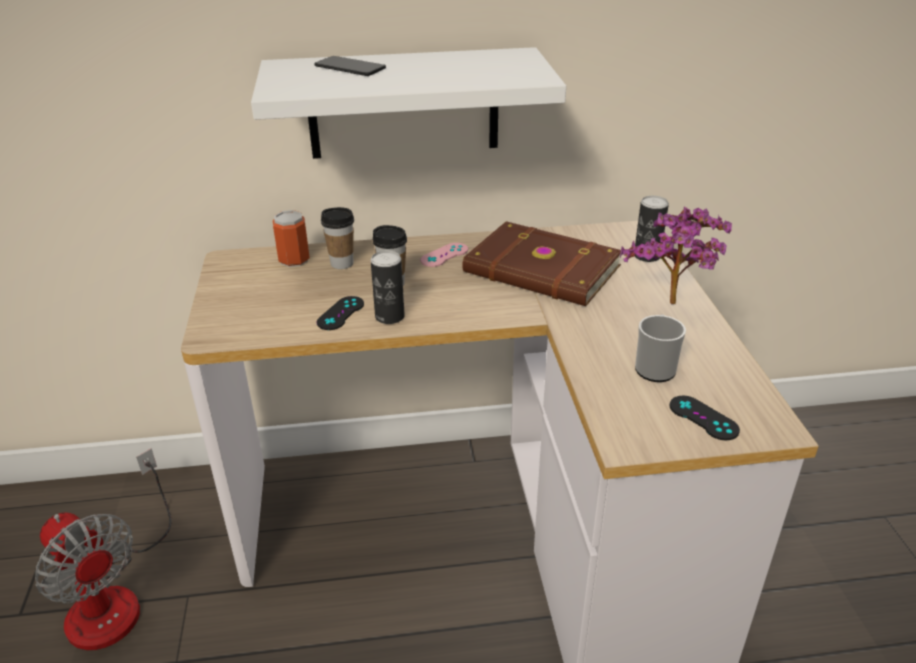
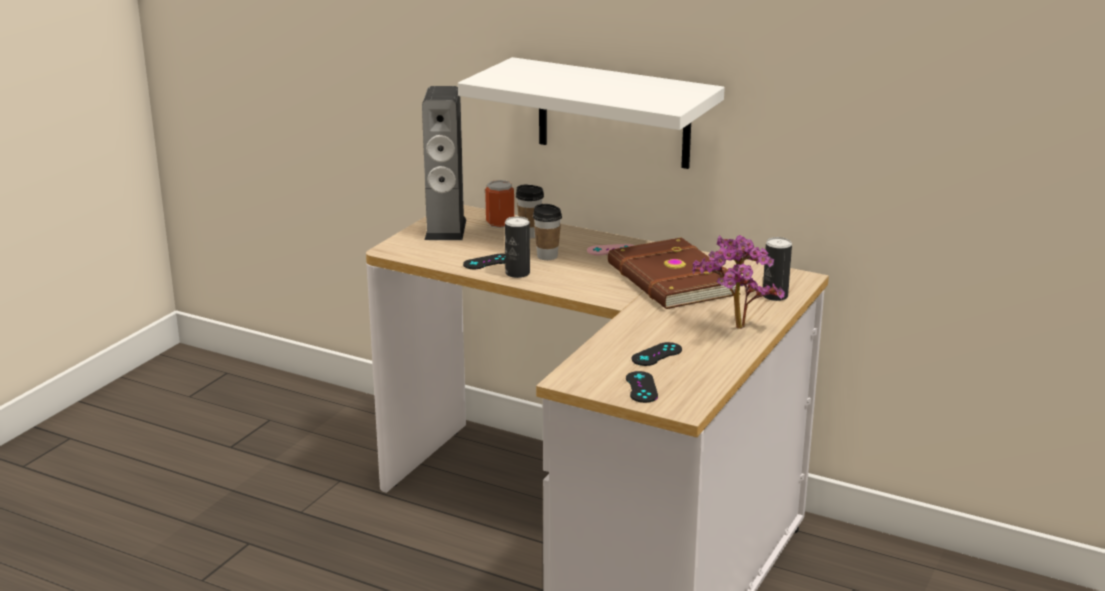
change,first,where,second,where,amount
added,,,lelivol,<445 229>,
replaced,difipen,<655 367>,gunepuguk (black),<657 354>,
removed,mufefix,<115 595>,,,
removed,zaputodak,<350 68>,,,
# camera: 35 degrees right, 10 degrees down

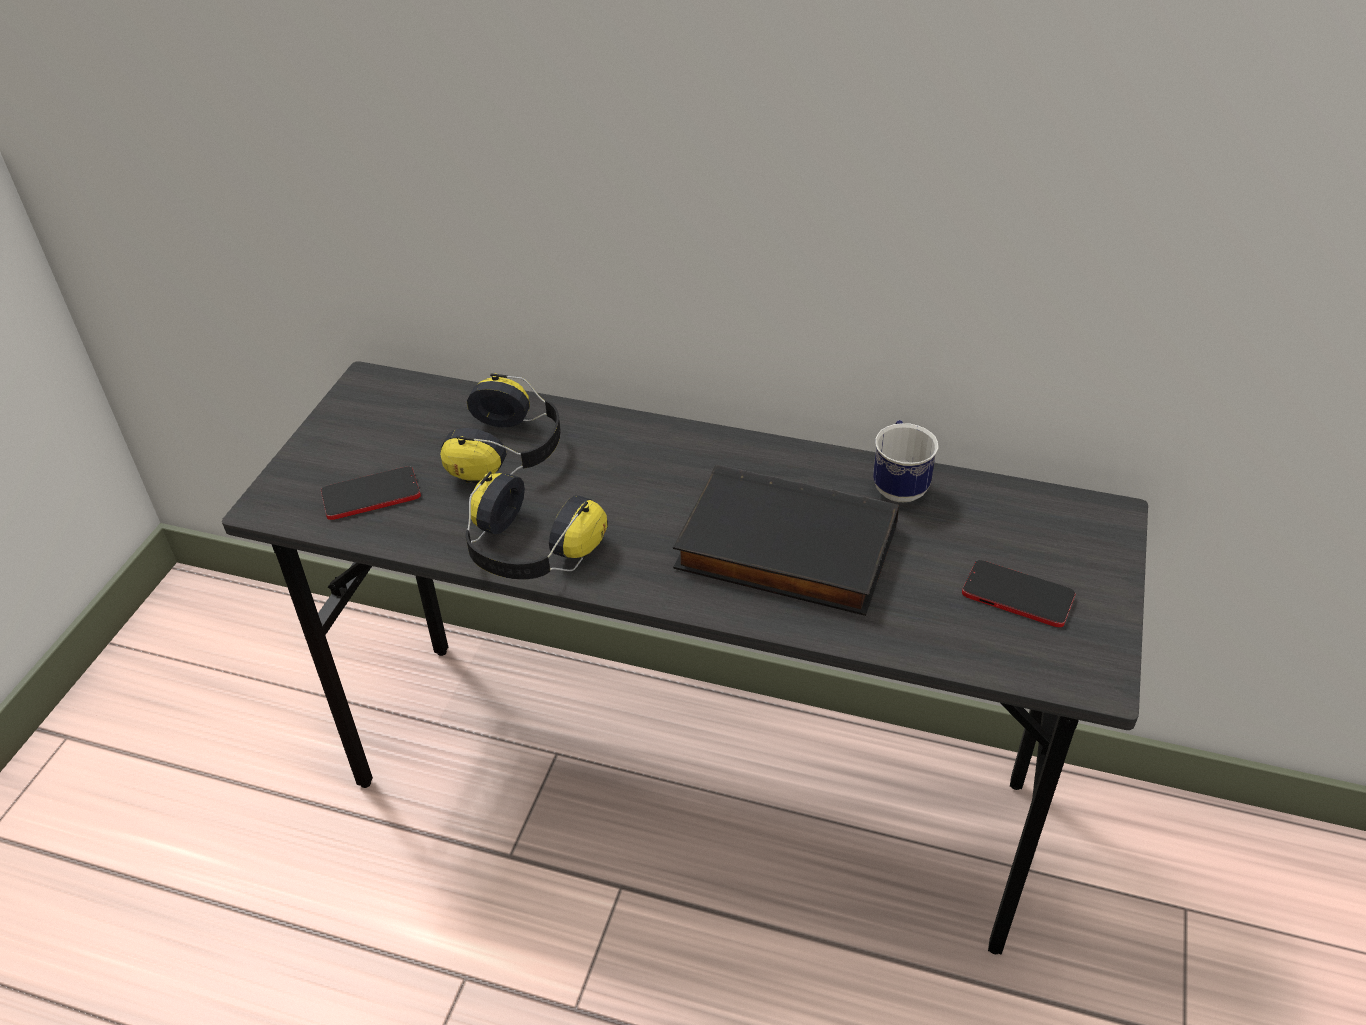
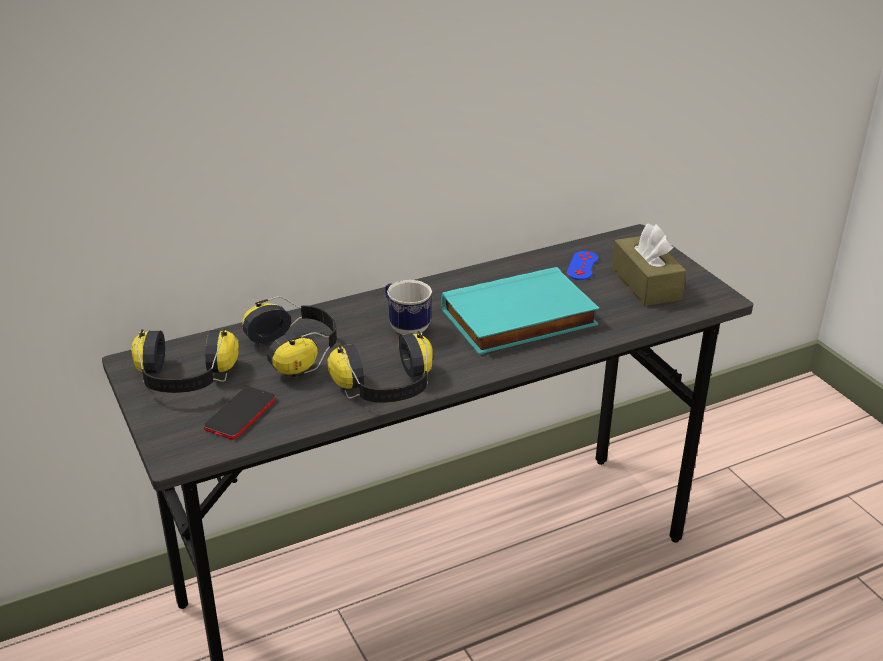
change,first,where,second,where,amount
added,,,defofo,<184 380>,
moved,difipen,<898 484>,,<405 327>,
recoloured,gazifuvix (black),<783 551>,gazifuvix (turquoise),<519 320>,
added,,,gunepuguk (blue),<582 266>,
replaced,zaputodak,<1017 595>,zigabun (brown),<646 284>,
# camera: 45 degrees left, 10 degrees down

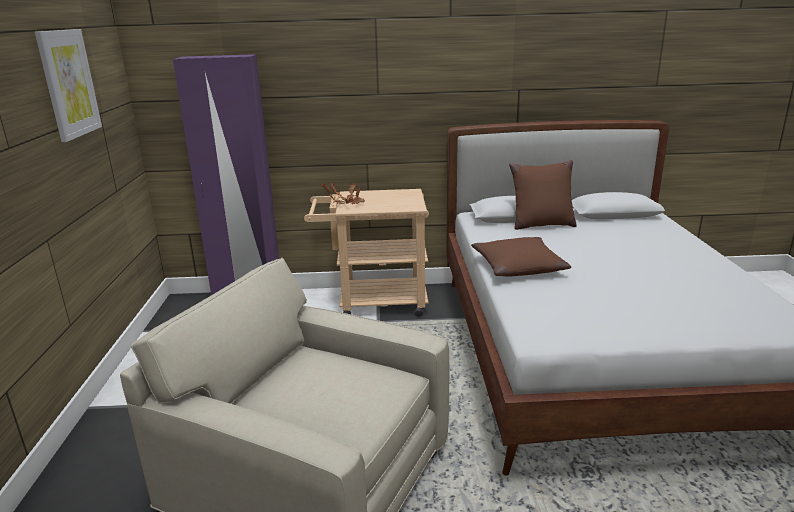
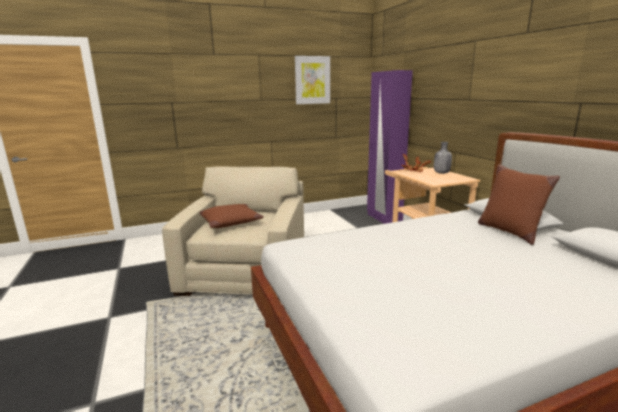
change,first,where,second,where,amount
moved,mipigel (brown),<518 266>,,<230 222>,
added,,,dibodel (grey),<441 173>,
# camera: 70 degrees right, 5 degrees down

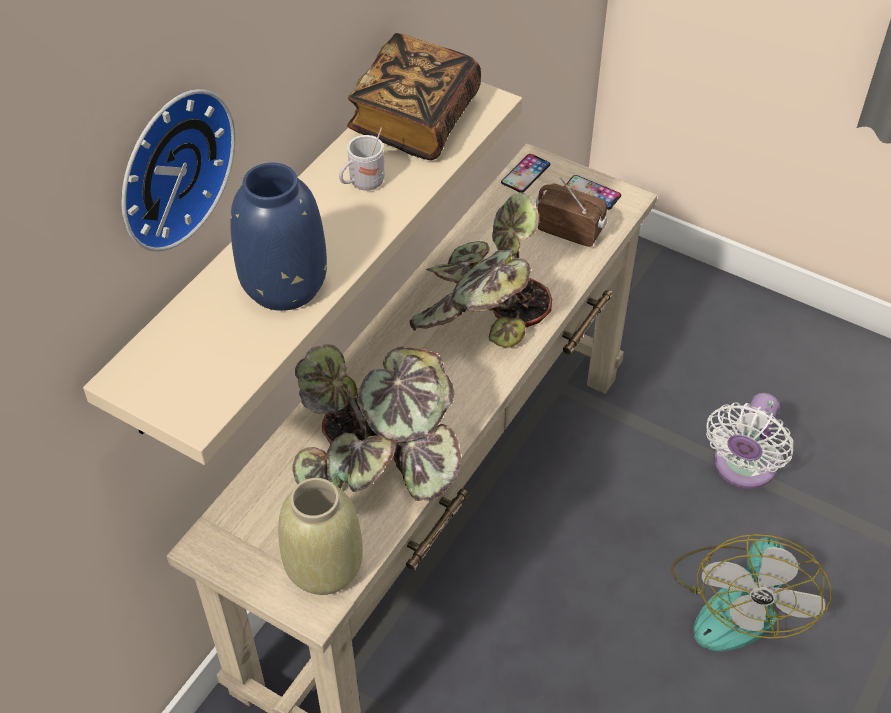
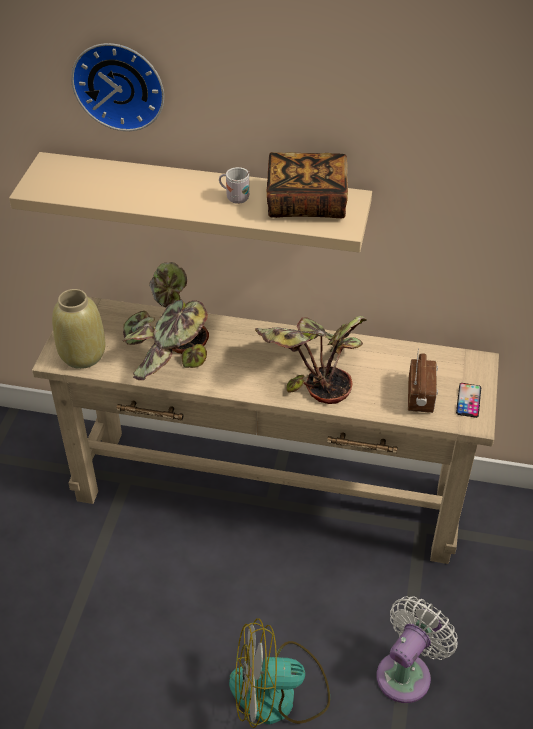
change,first,where,second,where,amount
turned,mufefix (white),<742 468>,,<407 672>,120 degrees clockwise
removed,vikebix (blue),<284 284>,,,
removed,zaputodak,<525 173>,,,
# camera: 70 degrees right, 5 degrees down

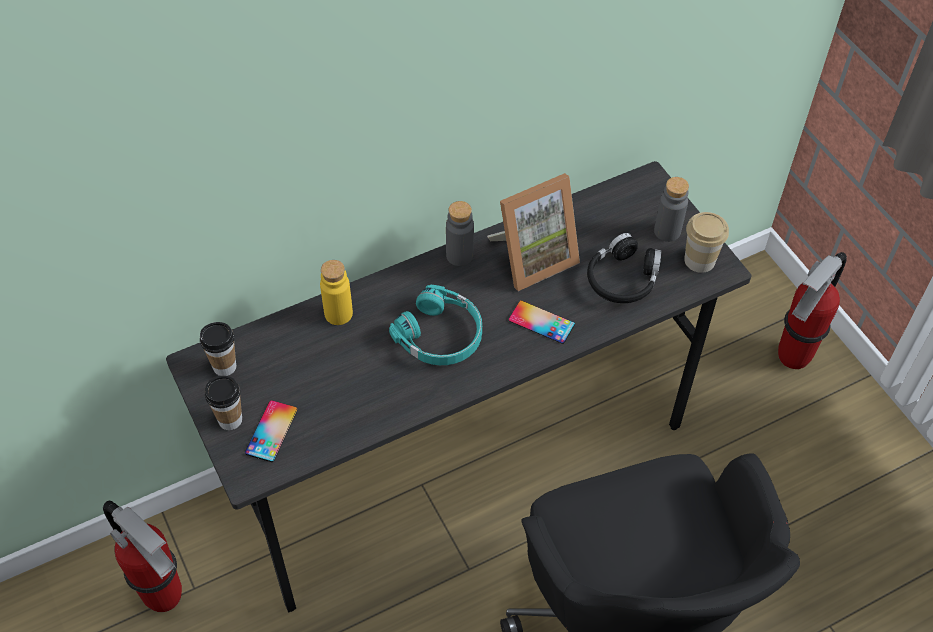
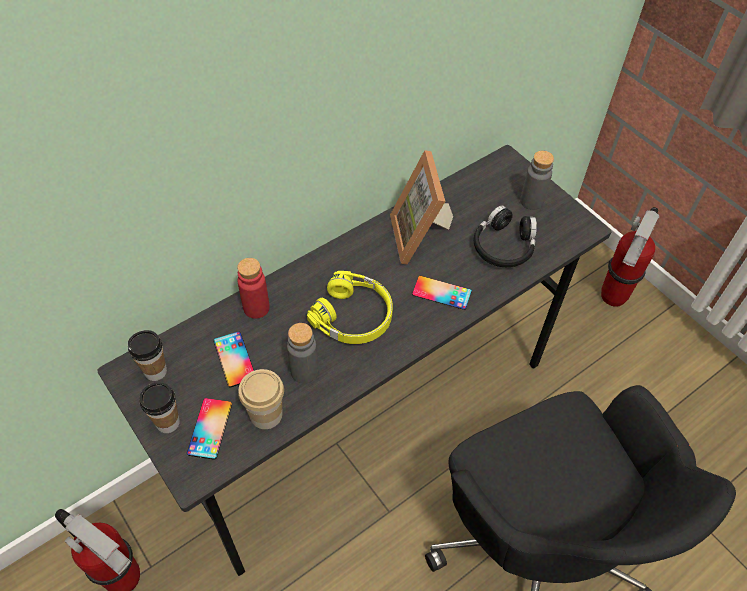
change,first,where,second,where,amount
added,,,zaputodak,<234 359>,
recoloured,dibodel (yellow),<338 314>,dibodel (red),<256 308>,
moved,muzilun,<699 260>,,<266 414>,
moved,dibodel (grey),<459 255>,,<304 371>,
recoloured,defofo (turquoise),<441 335>,defofo (yellow),<354 316>,
turned,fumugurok,<532 257>,,<421 237>,120 degrees clockwise
# camera: 10 degrees left, 0 degrees up

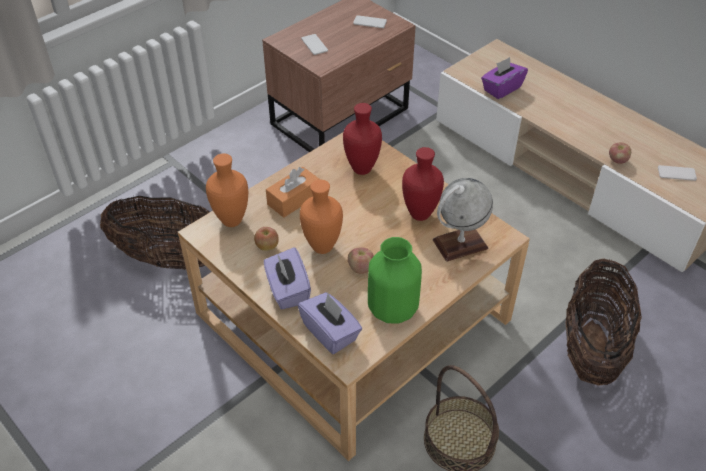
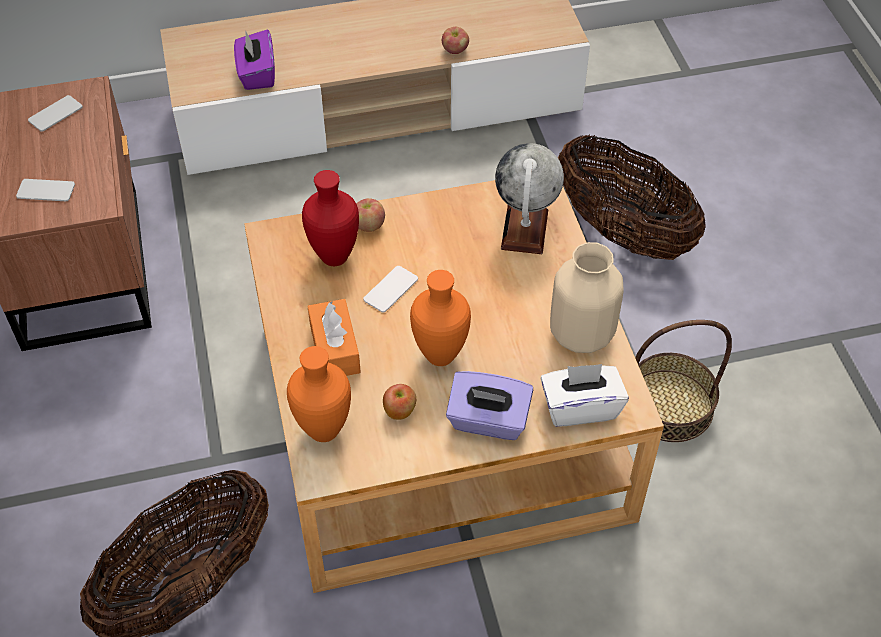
change,first,where,second,where,amount
moved,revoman,<360 268>,,<368 225>,
moved,zaputodak,<676 173>,,<391 289>,
recoloured,zigabun (purple),<330 333>,zigabun (white),<580 407>,
recoloured,vikebix (green),<392 309>,vikebix (beige),<580 335>,
removed,vikebix (red),<421 215>,,,
# camera: 60 degrees left, 5 degrees up

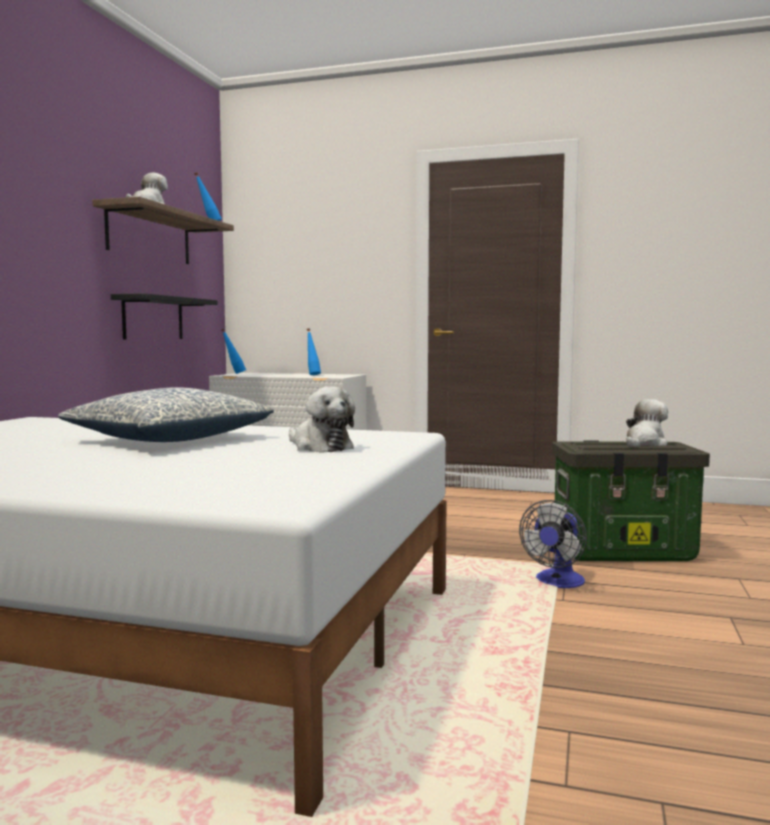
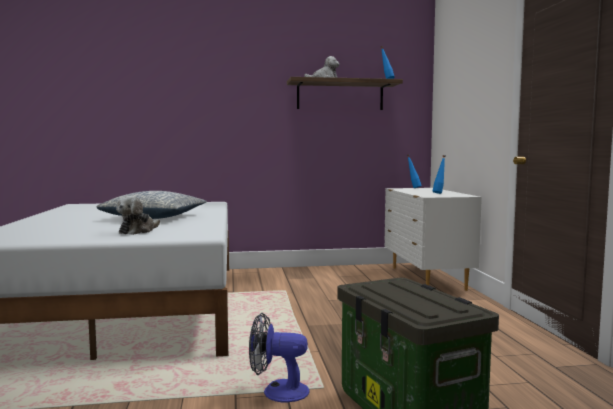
change,first,where,second,where,amount
removed,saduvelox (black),<153 318>,,,
removed,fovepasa,<644 444>,,,
# camera: 65 degrees right, 0 degrees up

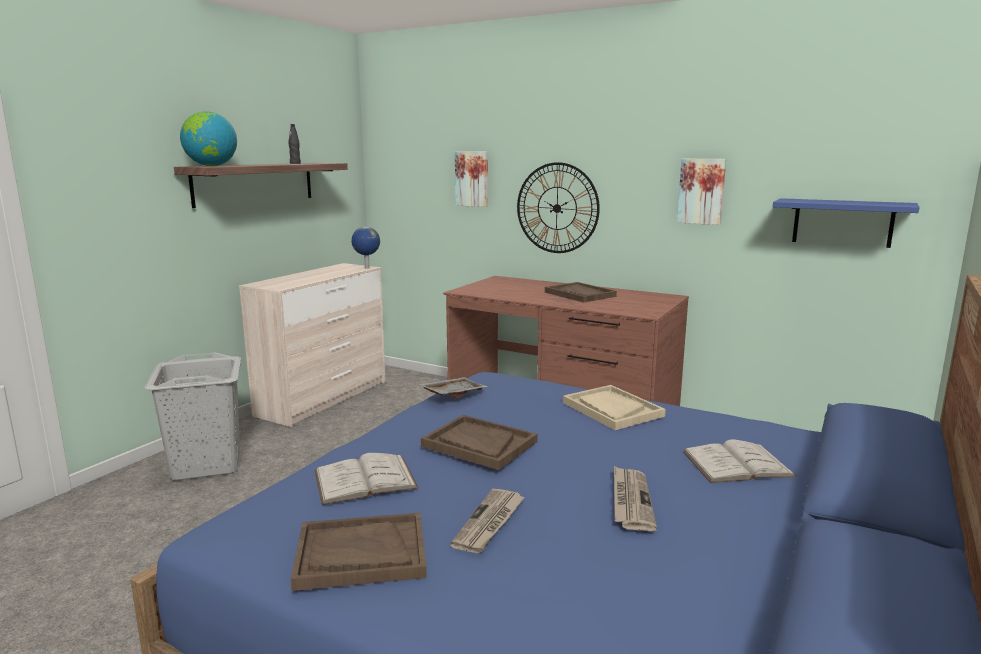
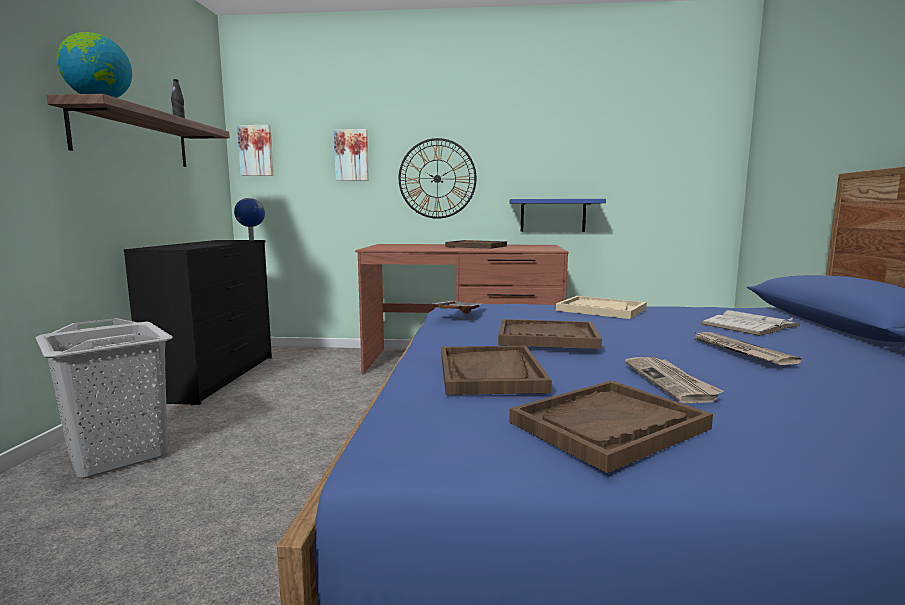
change,first,where,second,where,amount
recoloured,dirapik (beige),<324 399>,dirapik (black),<216 378>,
moved,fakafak,<701 191>,,<256 151>,
replaced,gazifuvix (white),<365 479>,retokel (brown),<490 373>,
moved,saduvelox (blue),<842 222>,,<553 215>,
# camera: 25 degrees left, 5 degrees down

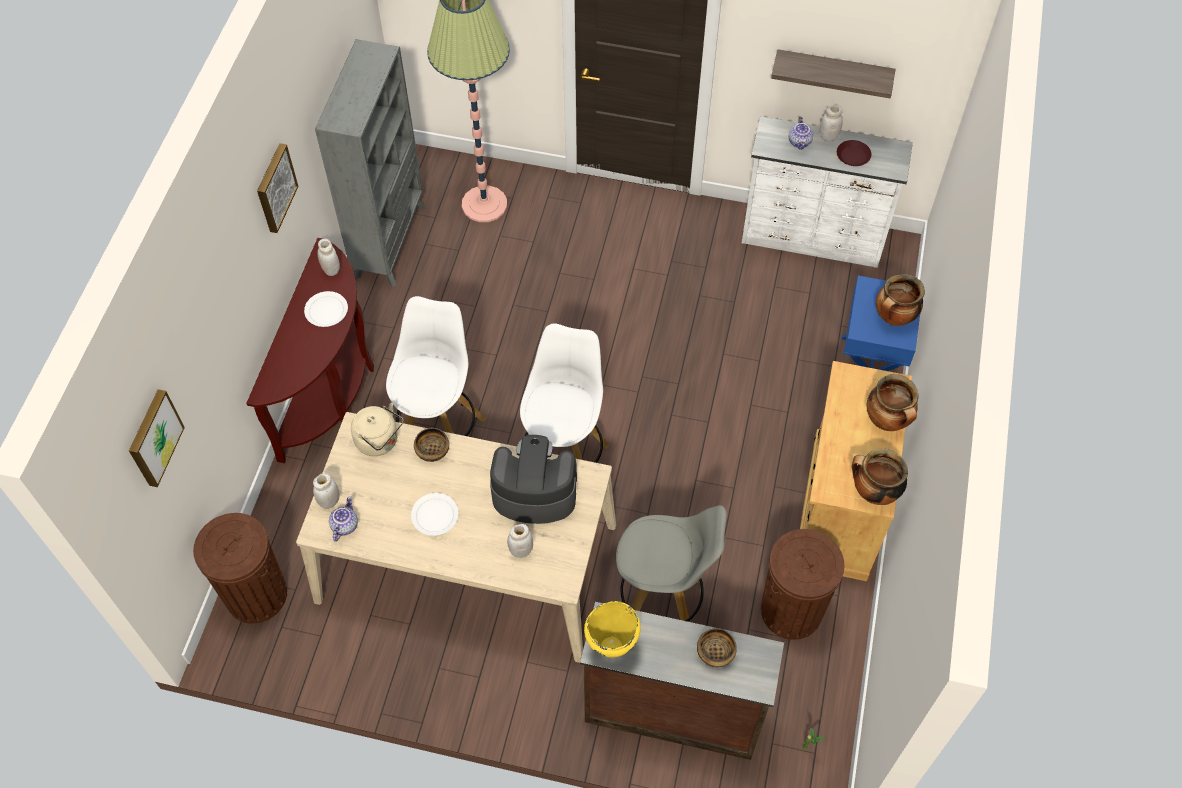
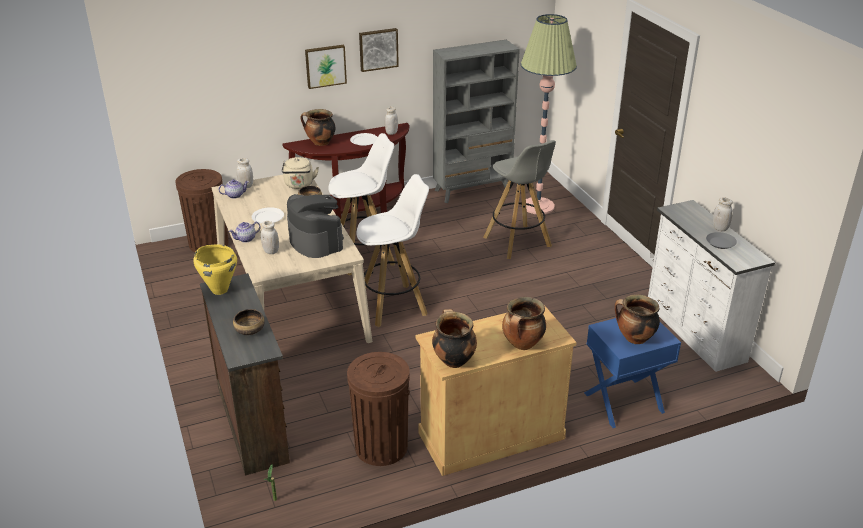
change,first,where,second,where,amount
moved,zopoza,<800 142>,,<246 239>,
added,,,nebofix,<320 143>,
moved,fakafak,<153 437>,,<325 66>,
moved,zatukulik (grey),<662 609>,,<518 242>,
recoloured,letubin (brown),<853 155>,letubin (grey),<720 243>,
removed,saduvelox,<833 73>,,,
# camera: 55 degrees right, 25 degrees down

